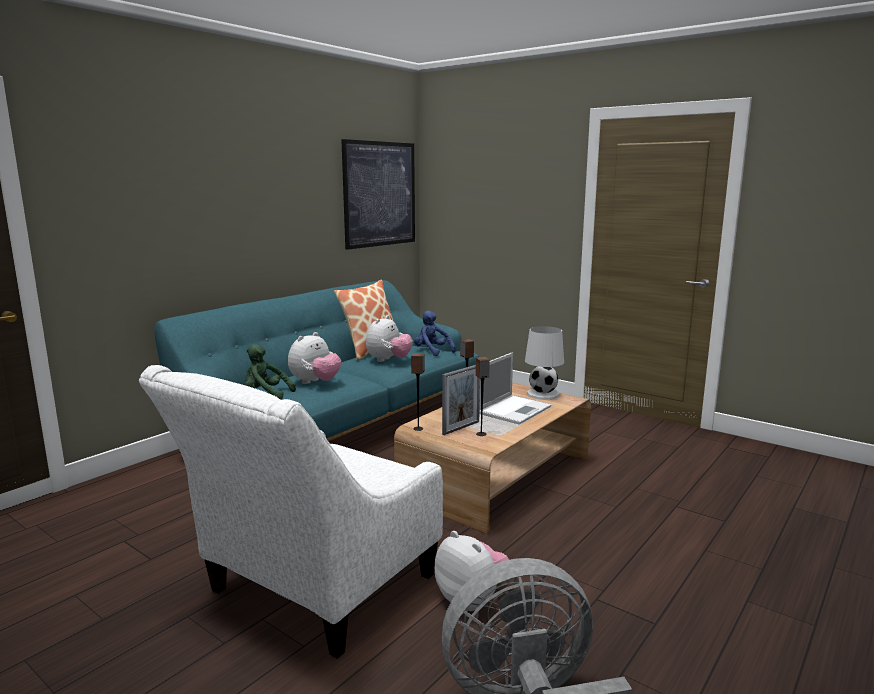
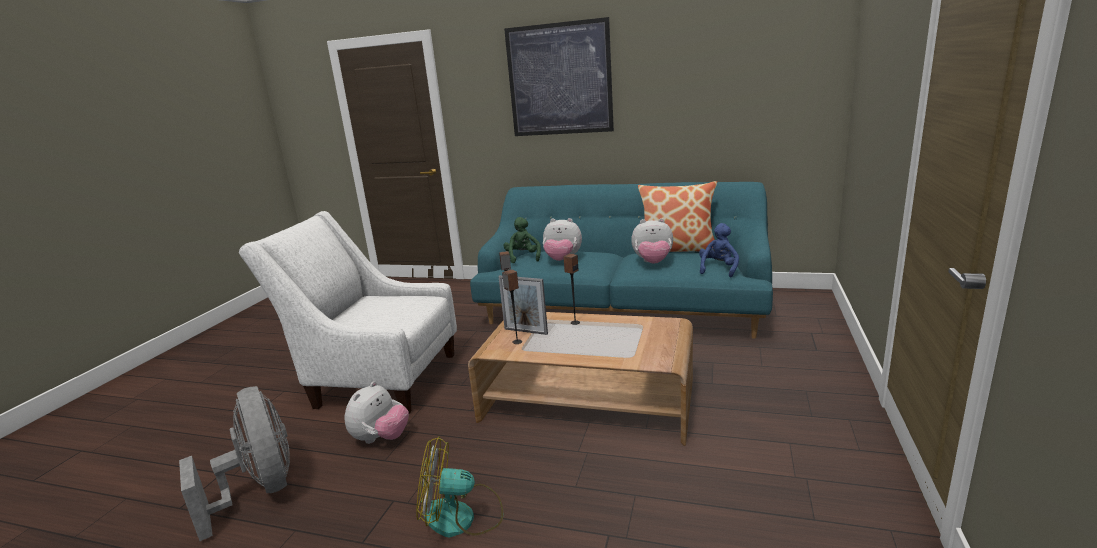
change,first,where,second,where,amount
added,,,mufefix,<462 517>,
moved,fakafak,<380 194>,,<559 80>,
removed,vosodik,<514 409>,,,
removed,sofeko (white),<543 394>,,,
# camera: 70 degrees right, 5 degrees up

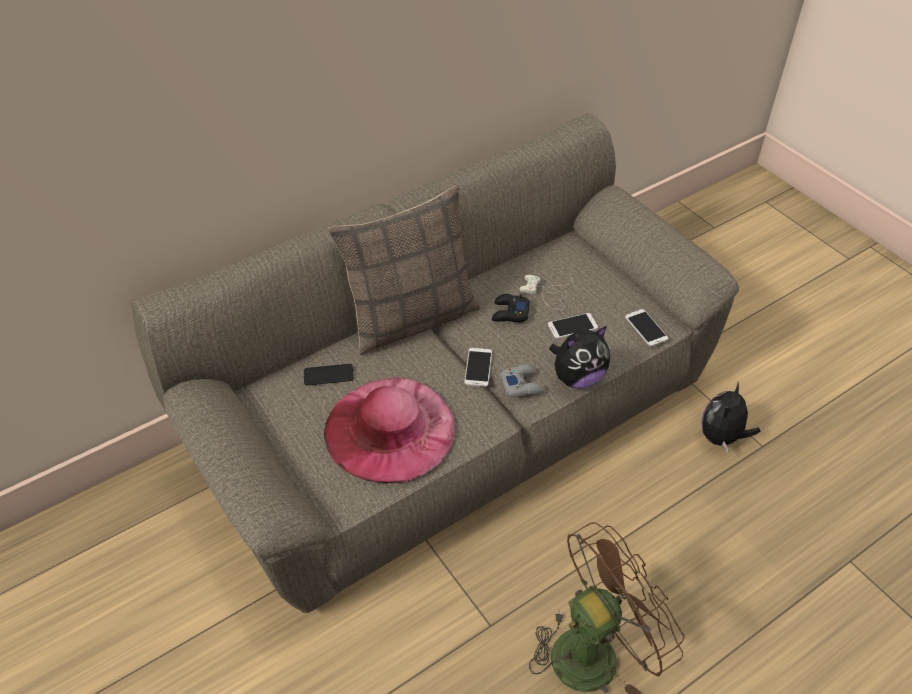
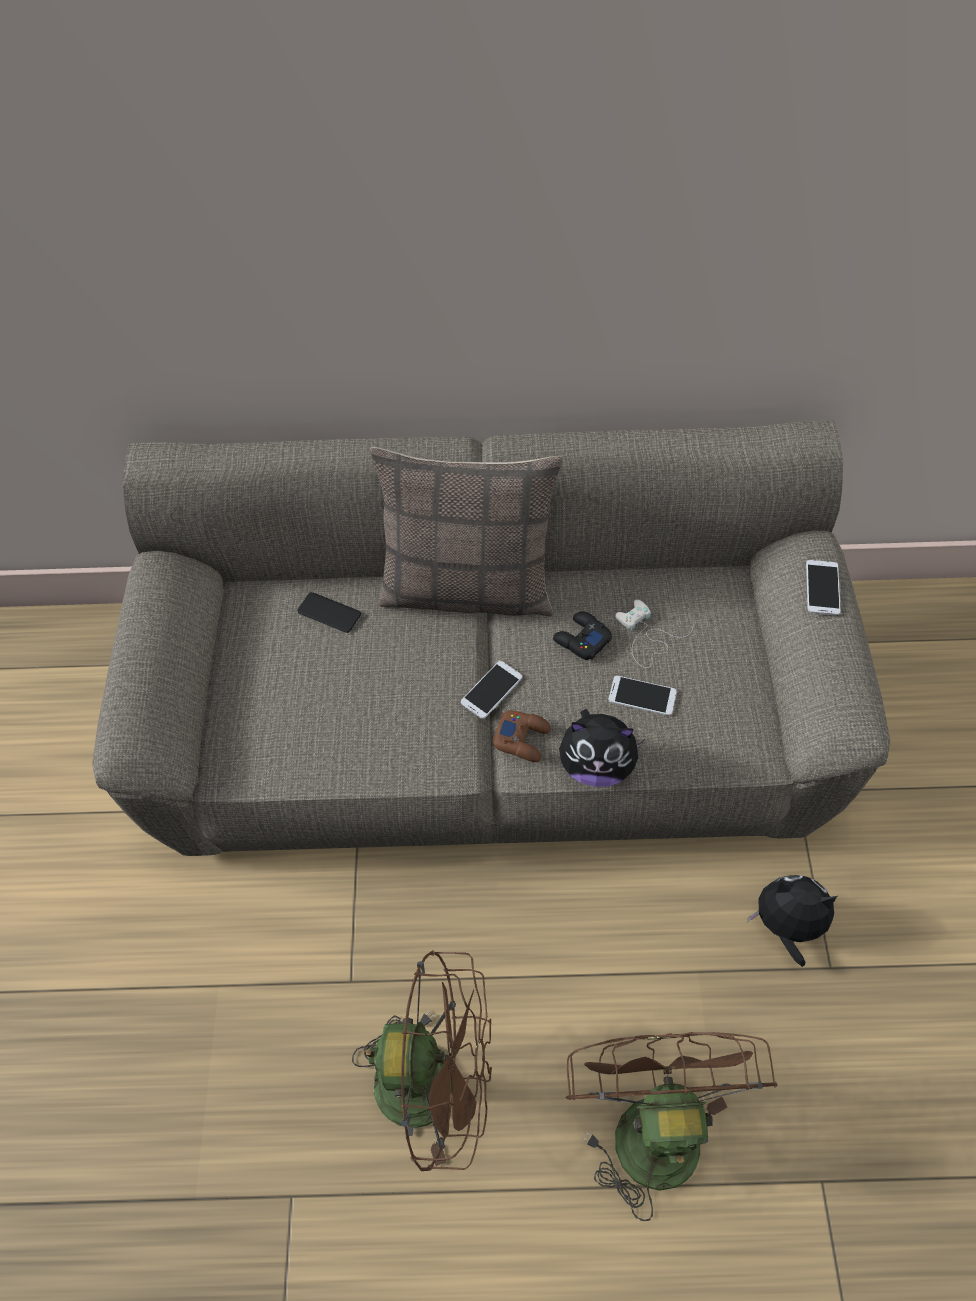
change,first,where,second,where,amount
recoloured,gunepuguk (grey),<521 385>,gunepuguk (brown),<522 738>,
added,,,mufefix (brown),<649 1120>,
turned,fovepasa,<722 437>,,<786 926>,45 degrees clockwise
moved,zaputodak,<646 328>,,<822 588>,
removed,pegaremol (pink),<390 428>,,,
# camera: 35 degrees right, 10 degrees up

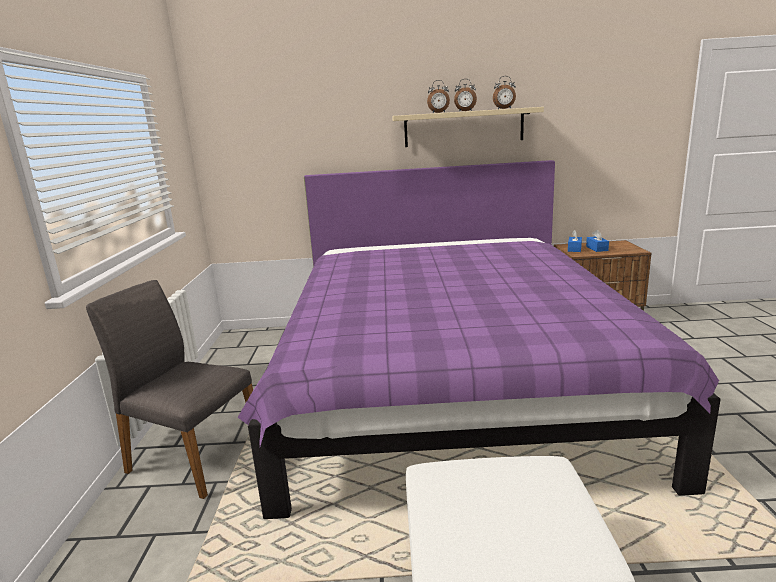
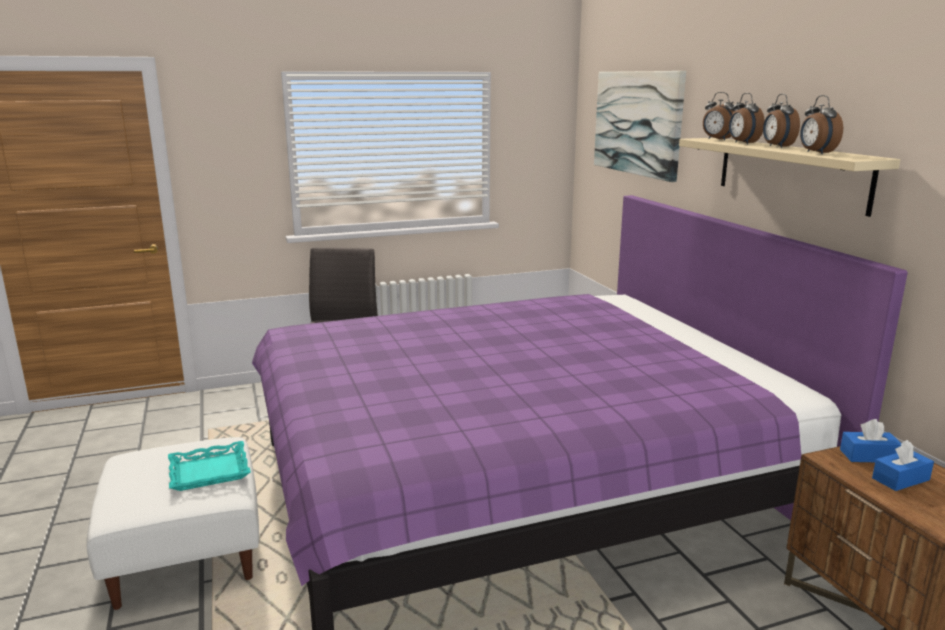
change,first,where,second,where,amount
added,,,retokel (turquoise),<209 471>,
added,,,fakafak,<637 123>,
added,,,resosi,<717 139>,
# camera: 70 degrees right, 0 degrees up

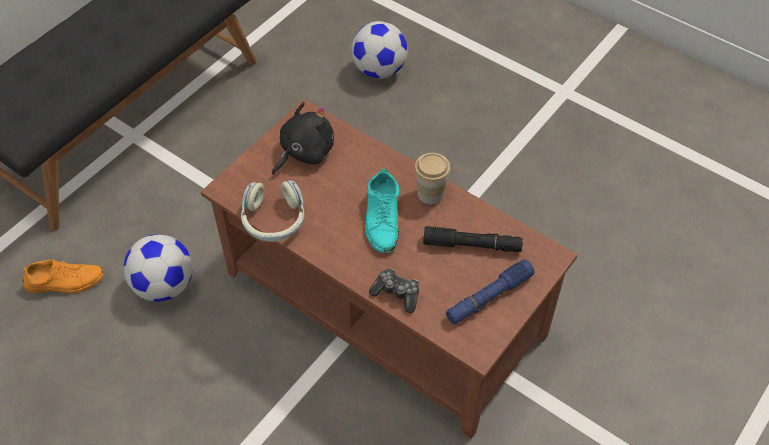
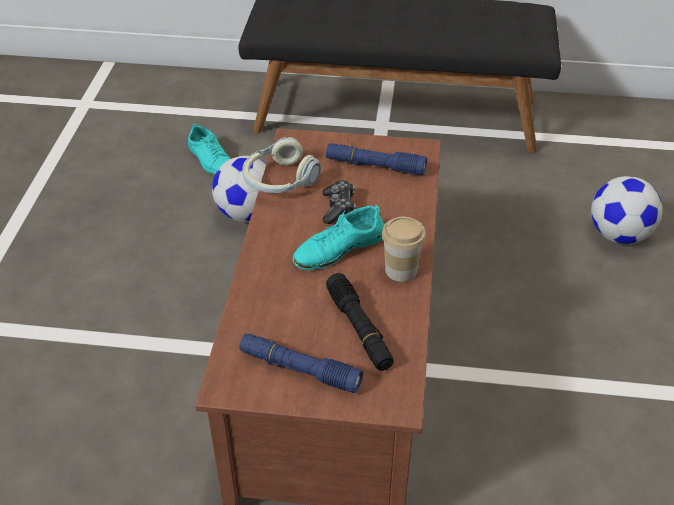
change,first,where,second,where,amount
recoloured,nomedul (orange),<65 281>,nomedul (turquoise),<211 160>,
moved,gunepuguk,<396 293>,,<338 208>,
replaced,fovepasa (black),<304 152>,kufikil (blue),<375 166>,
# camera: 60 degrees right, 10 degrees down

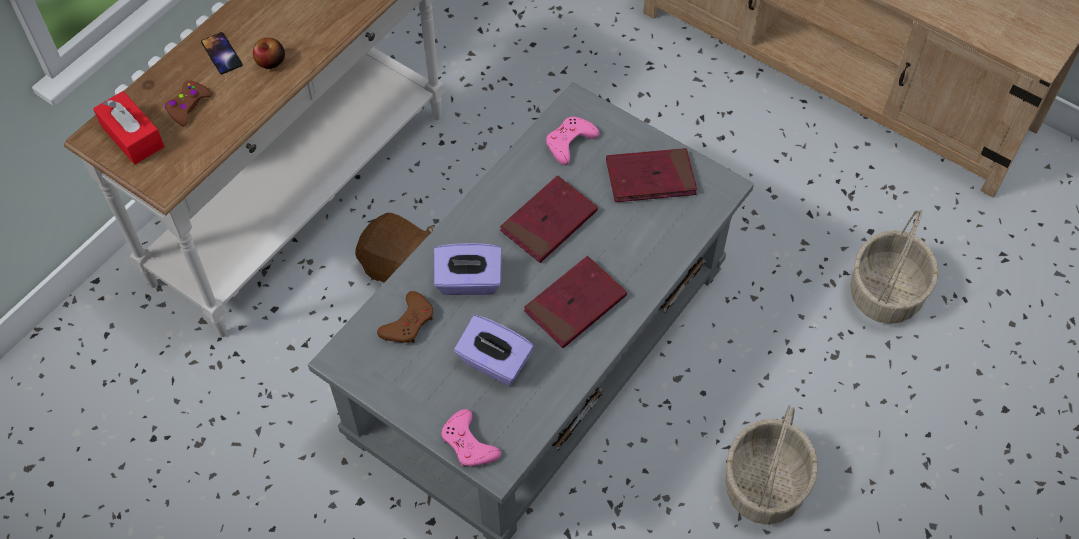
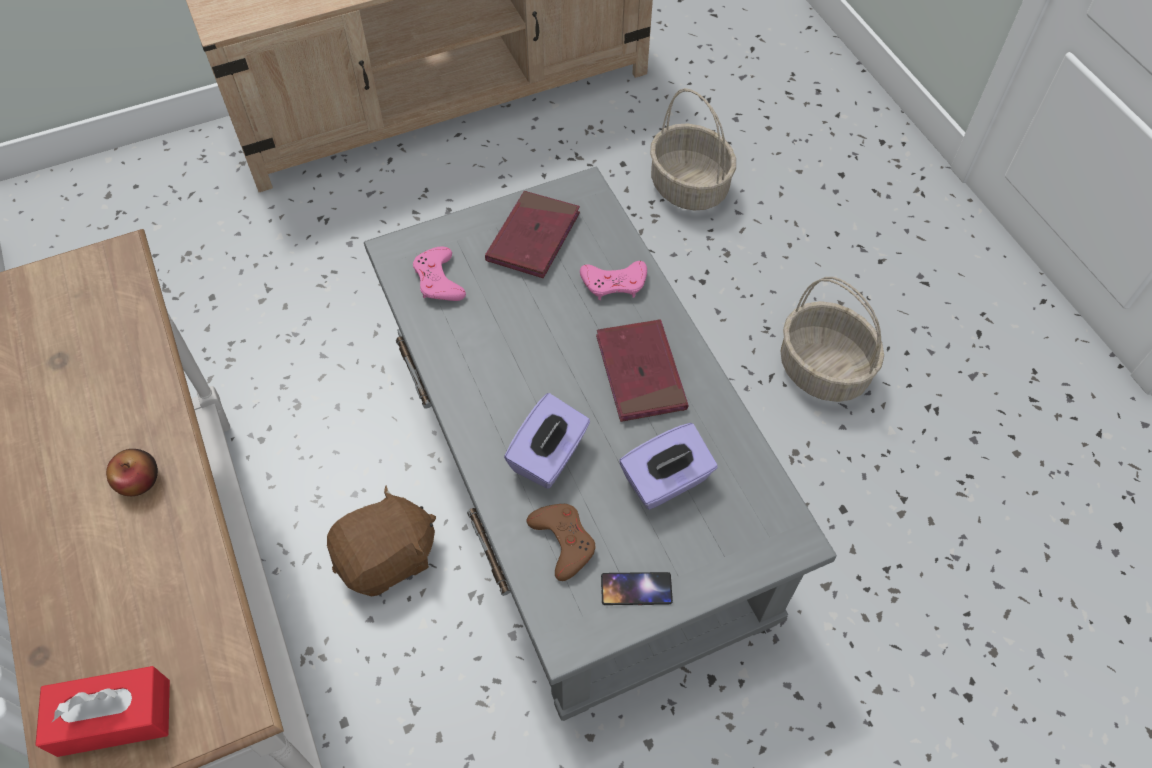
change,first,where,second,where,amount
moved,gunepuguk (pink),<469 443>,,<614 283>,
moved,zaputodak,<221 54>,,<636 589>,
removed,gunepuguk (brown),<188 106>,,,
removed,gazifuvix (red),<549 222>,,,
# camera: 60 degrees left, 0 degrees up

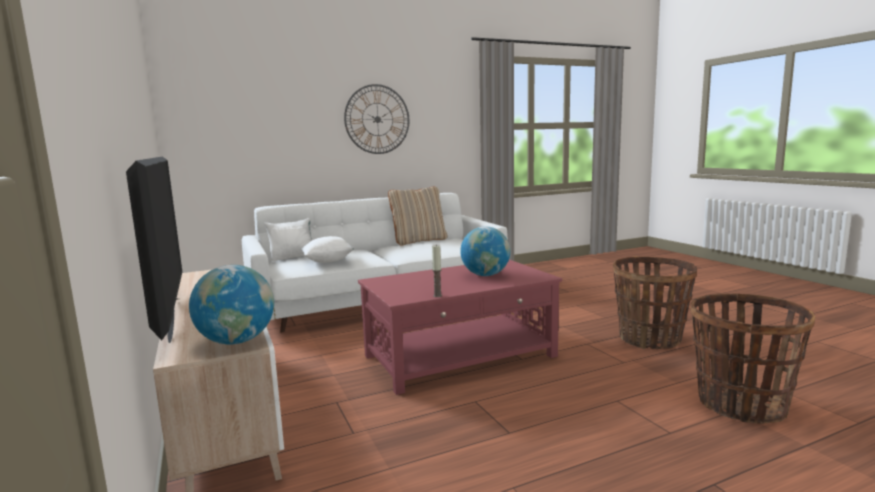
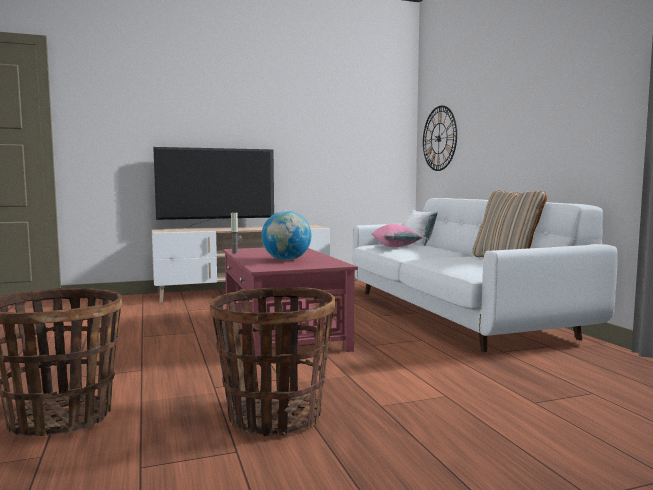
change,first,where,second,where,amount
recoloured,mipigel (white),<328 261>,mipigel (pink),<395 247>,
moved,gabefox,<377 119>,,<439 138>,
removed,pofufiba,<237 341>,,,
# camera: 95 degrees right, 5 degrees down

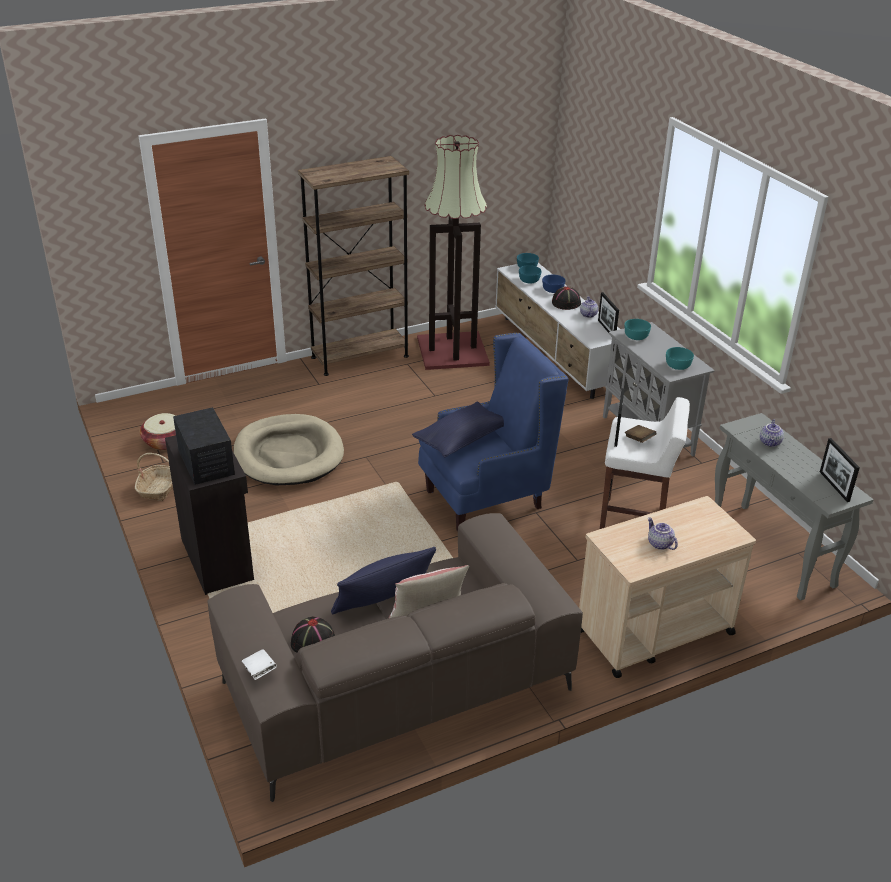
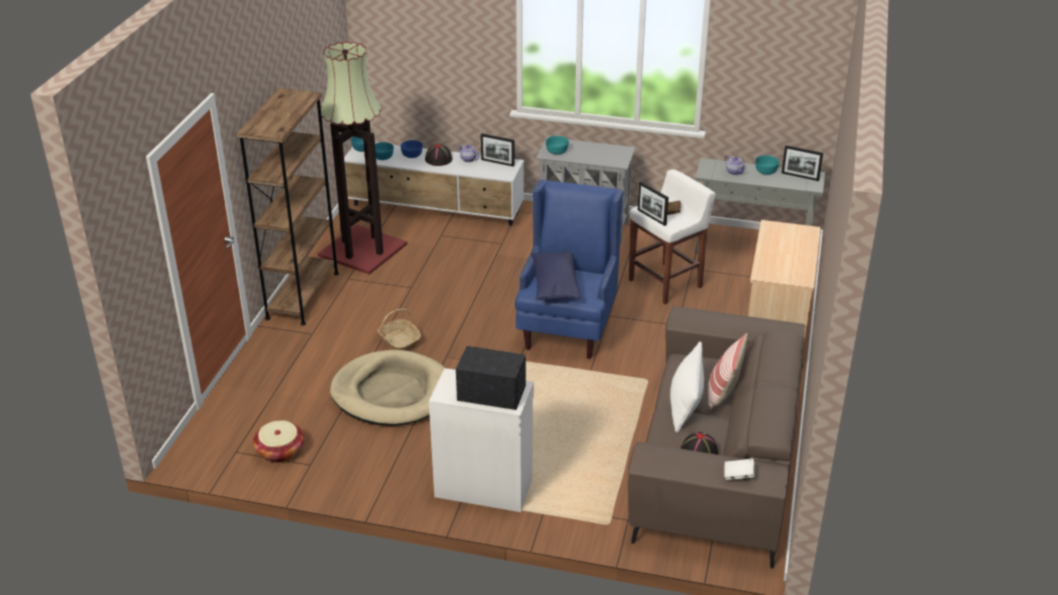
change,first,where,second,where,amount
moved,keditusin,<160 488>,,<399 341>,
recoloured,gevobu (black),<218 558>,gevobu (white),<483 487>,
recoloured,mipigel (blue),<383 599>,mipigel (white),<685 404>,
moved,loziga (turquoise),<678 365>,,<766 171>,
removed,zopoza,<659 544>,,,
# camera: 50 degrees left, 0 degrees up

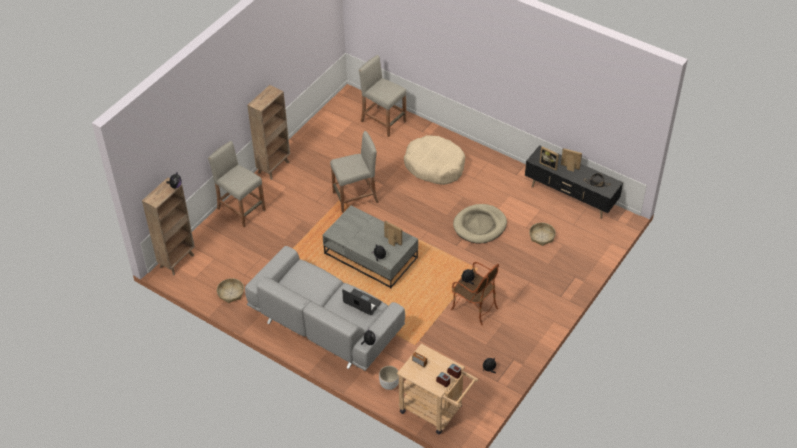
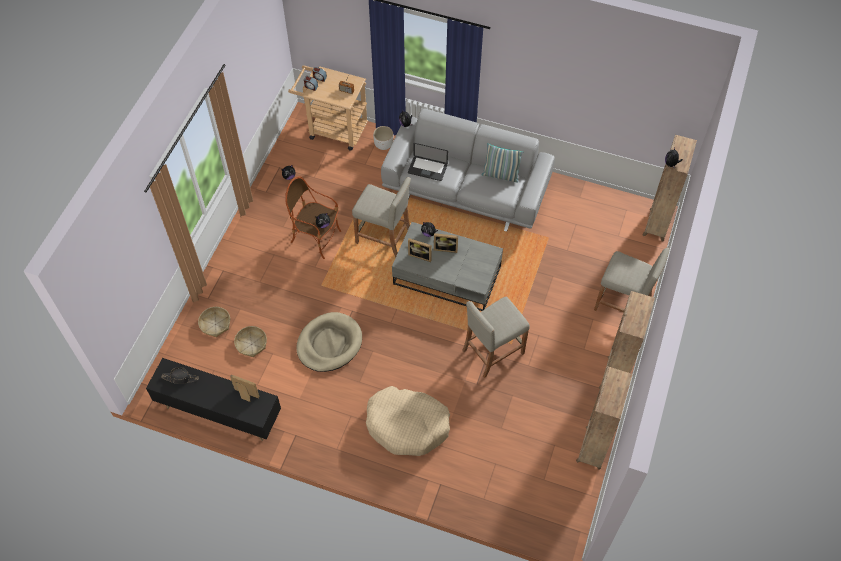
change,first,where,second,where,amount
moved,keditusin,<231 293>,,<215 324>,
moved,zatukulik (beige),<383 121>,,<383 237>,
moved,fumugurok,<569 168>,,<445 248>,
added,,,mipigel,<500 175>,
added,,,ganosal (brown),<592 448>,
# camera: 165 degrees right, 10 degrees up

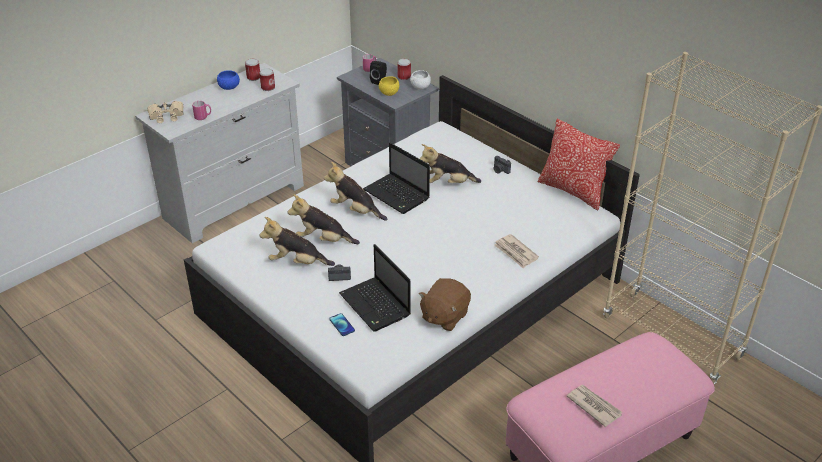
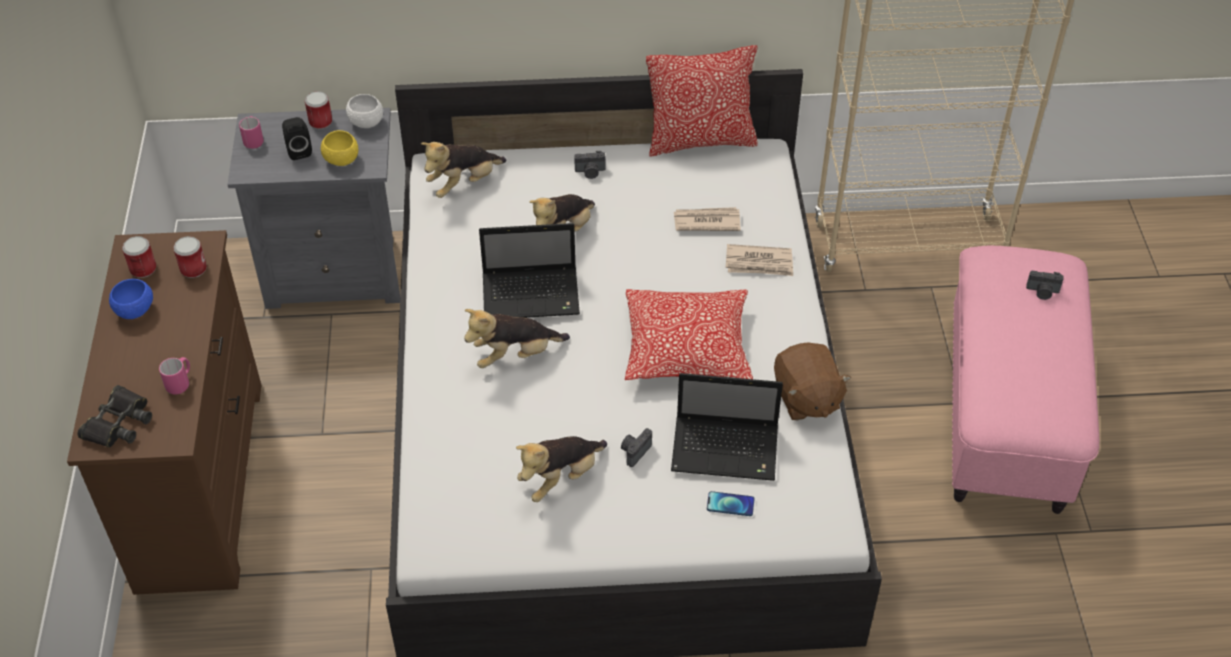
change,first,where,second,where,amount
recoloured,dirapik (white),<235 201>,dirapik (brown),<201 483>,
recoloured,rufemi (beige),<166 115>,rufemi (black),<118 423>,
moved,fovepasa,<323 240>,,<464 184>,
added,,,mipigel,<686 348>,
moved,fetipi,<594 406>,,<706 221>,
added,,,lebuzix,<1042 292>,
# camera: 50 degrees left, 10 degrees up

